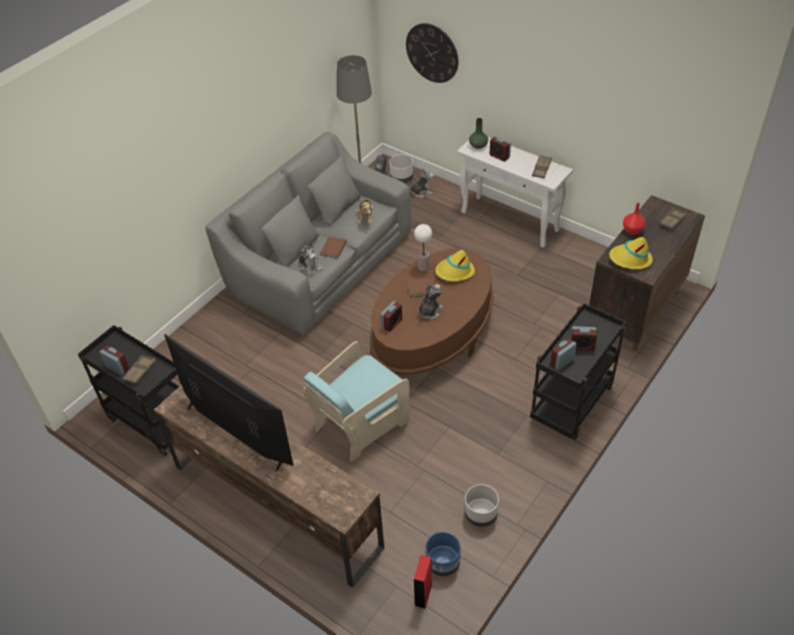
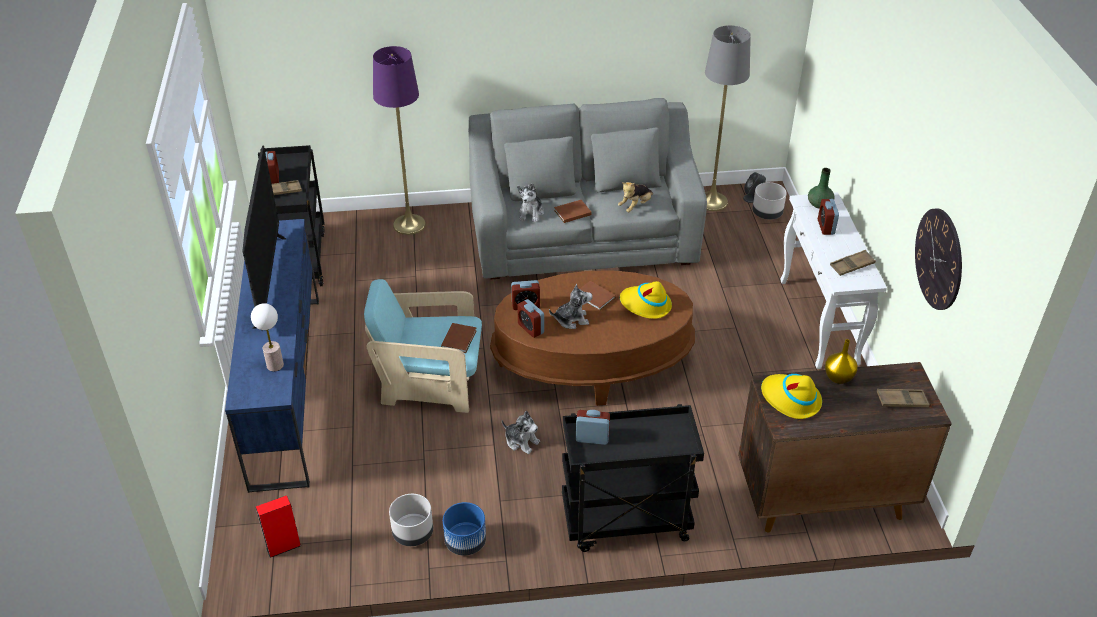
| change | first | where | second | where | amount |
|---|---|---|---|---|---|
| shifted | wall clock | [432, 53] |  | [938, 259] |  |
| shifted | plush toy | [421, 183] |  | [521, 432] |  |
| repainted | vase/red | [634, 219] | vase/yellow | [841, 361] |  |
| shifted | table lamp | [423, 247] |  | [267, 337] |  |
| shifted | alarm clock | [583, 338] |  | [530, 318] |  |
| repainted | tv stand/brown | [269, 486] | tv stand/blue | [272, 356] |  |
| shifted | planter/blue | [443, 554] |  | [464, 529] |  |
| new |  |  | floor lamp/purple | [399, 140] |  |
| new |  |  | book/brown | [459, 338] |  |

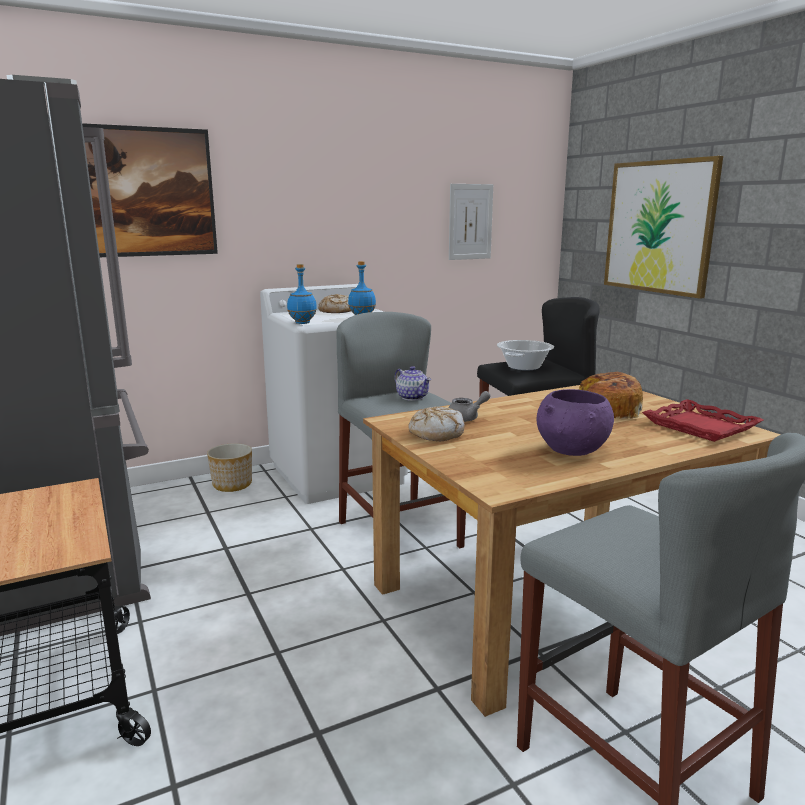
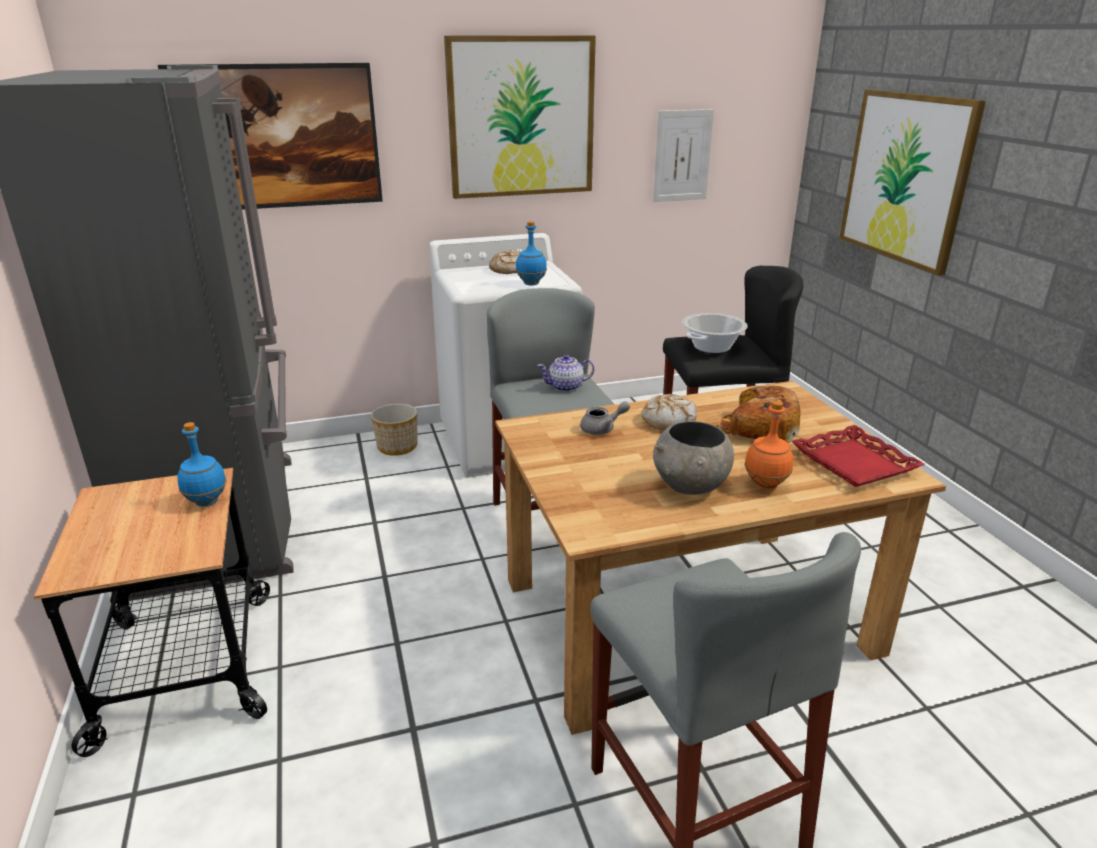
| change | first | where | second | where | amount |
|---|---|---|---|---|---|
| shifted | bottle/blue | [302, 294] |  | [202, 464] |  |
| rotated | teapot | [413, 383] |  | [565, 373] | 105 degrees clockwise |
| repainted | bowl/purple | [575, 422] | bowl/grey | [693, 458] |  |
| shifted | bread | [436, 423] |  | [669, 412] |  |
| new |  |  | picture | [520, 117] |  |
| new |  |  | bottle/orange | [768, 445] |  |

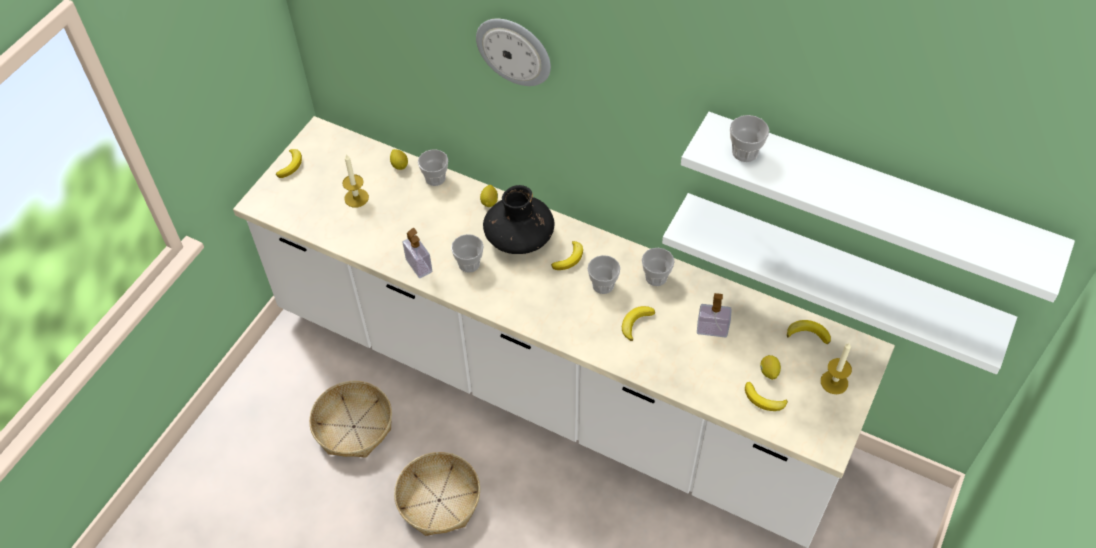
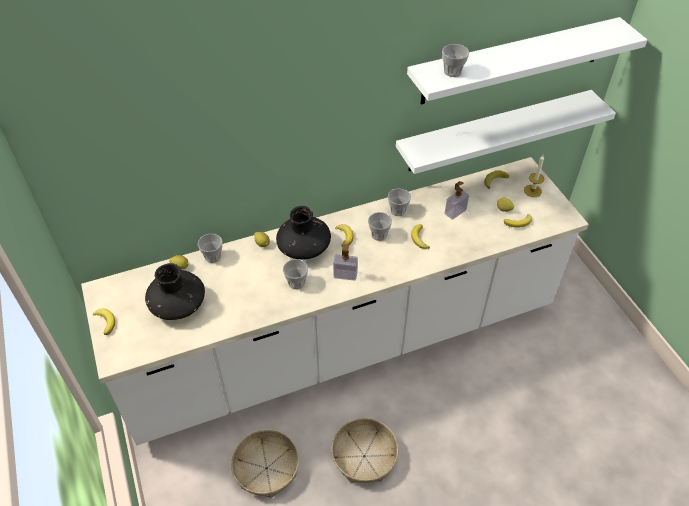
| change | first | where | second | where | amount |
|---|---|---|---|---|---|
| gone | wall clock | [513, 52] |  |  |  |
| swapped | candle | [355, 180] | vase/black | [175, 291] |  |
| shifted | soap dispenser | [417, 253] |  | [345, 262] |  |

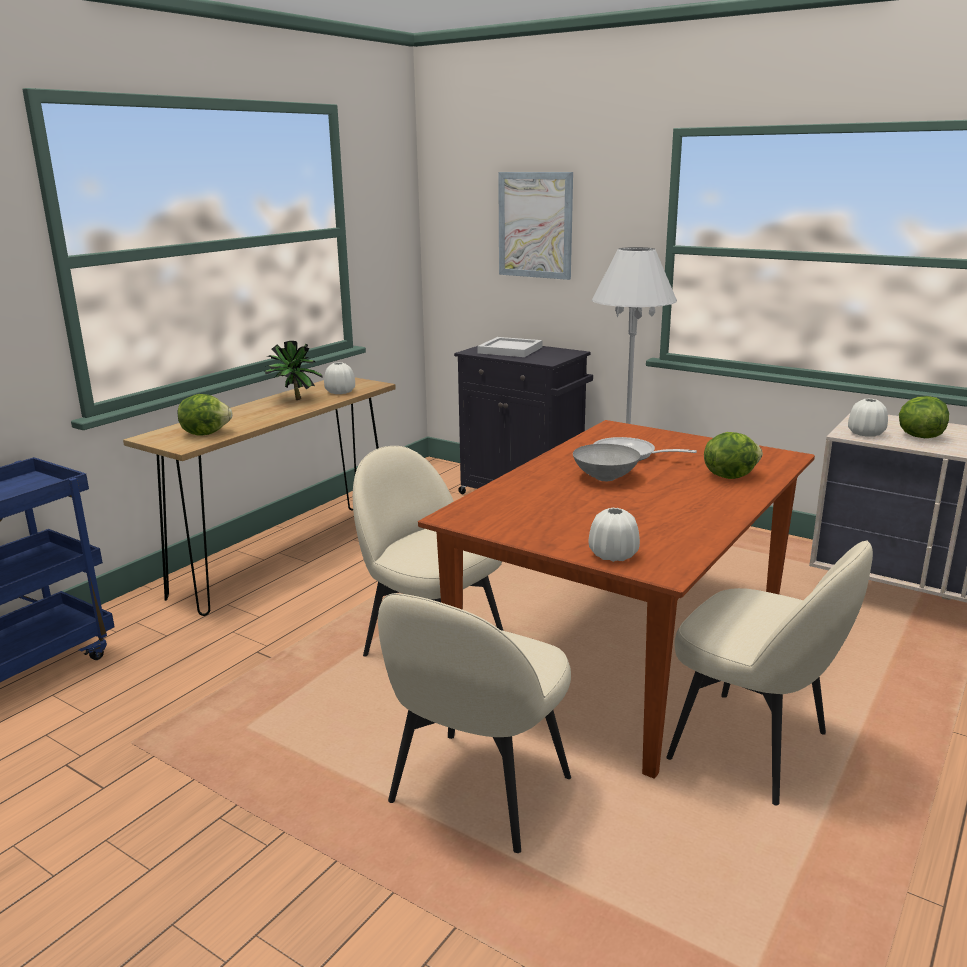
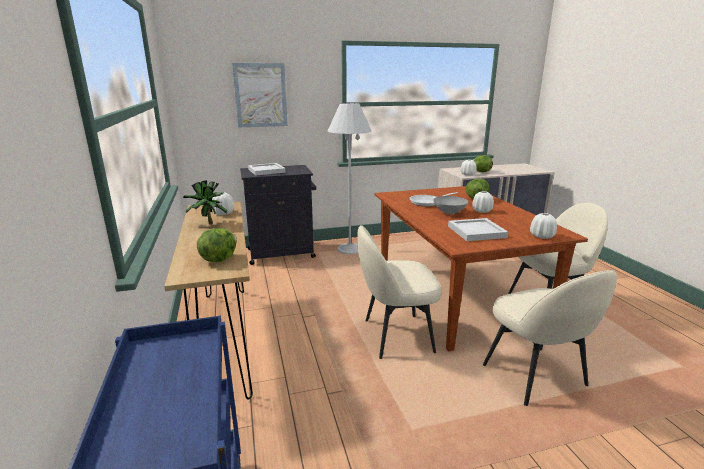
| change | first | where | second | where | amount |
|---|---|---|---|---|---|
| new |  |  | vase/white | [483, 202] |  |
| new |  |  | tray/white | [478, 229] |  |

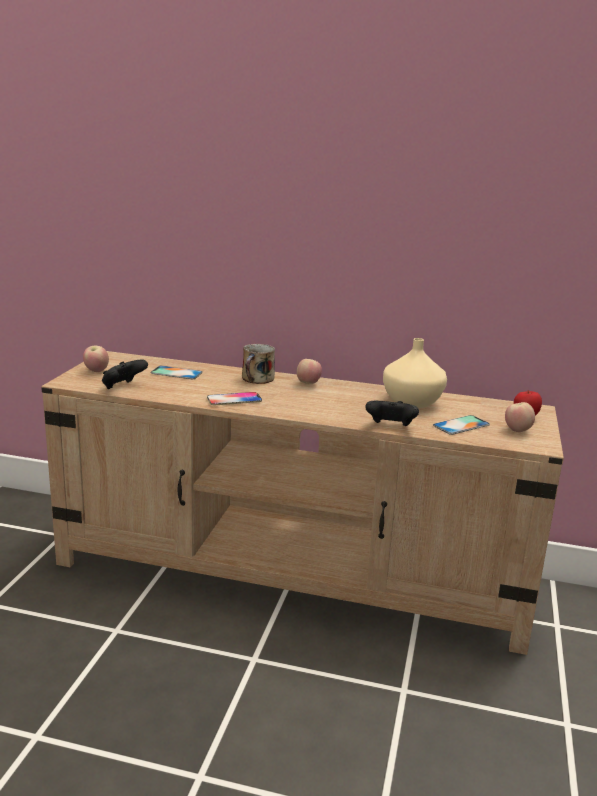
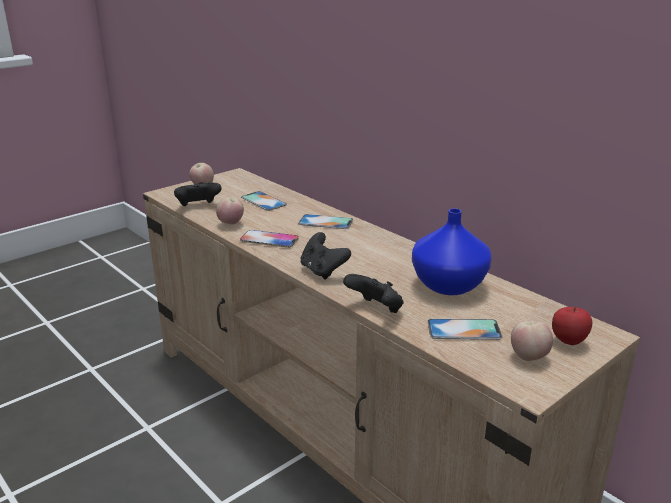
| change | first | where | second | where | amount |
|---|---|---|---|---|---|
| repainted | vase/beige | [415, 373] | vase/blue | [452, 251] |  |
| swapped | mug | [258, 364] | phone | [325, 221] |  |
| shifted | apple | [309, 371] |  | [230, 211] |  |
| new |  |  | game controller/black | [325, 256] |  |

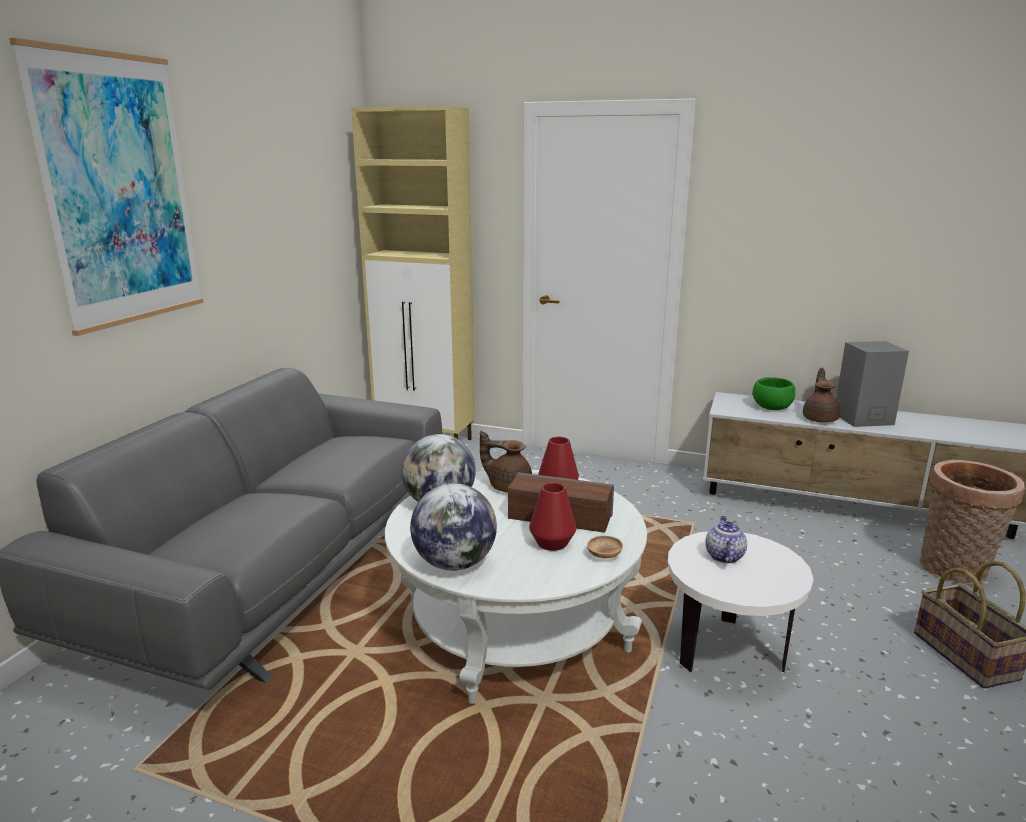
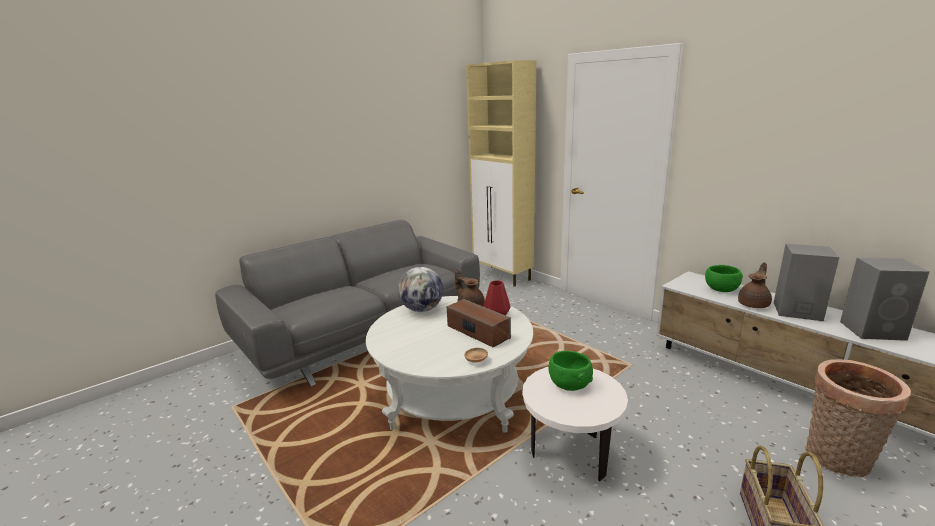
| change | first | where | second | where | amount |
|---|---|---|---|---|---|
| gone | picture | [106, 187] |  |  |  |
| gone | globe | [453, 527] |  |  |  |
| gone | vase/red | [552, 517] |  |  |  |
| swapped | teapot | [726, 539] | bowl/green | [570, 371] |  |
| new |  |  | speaker/grey | [885, 299] |  |

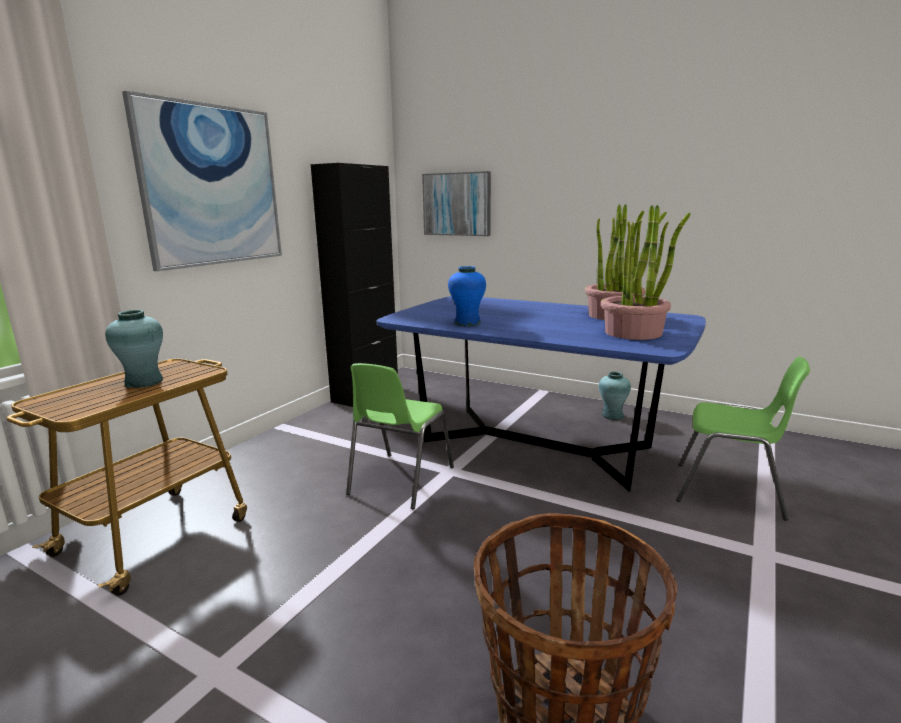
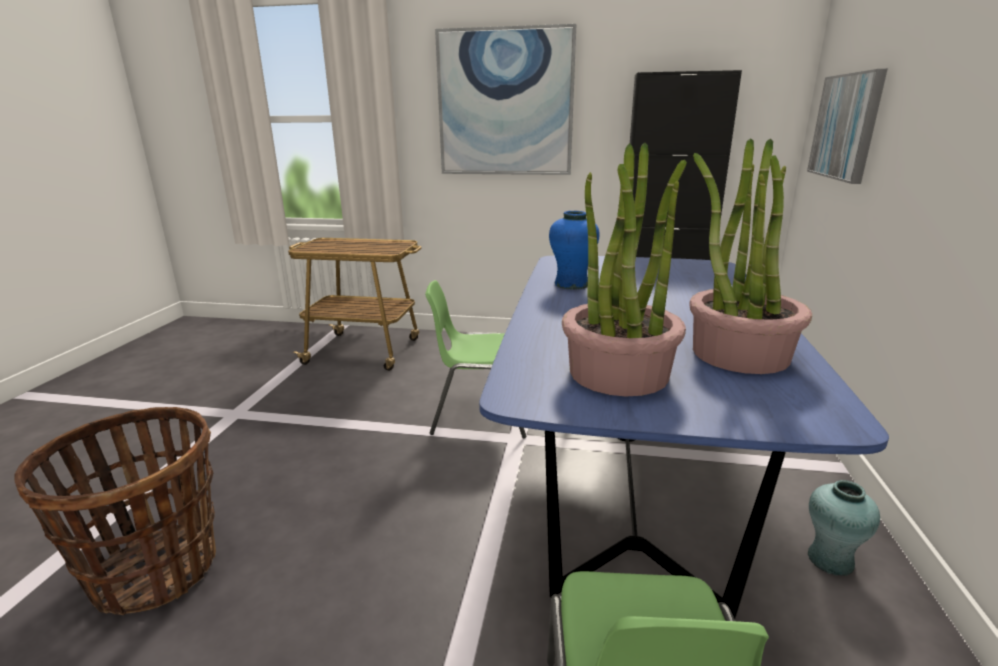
| change | first | where | second | where | amount |
|---|---|---|---|---|---|
| gone | vase/turquoise | [134, 349] |  |  |  |

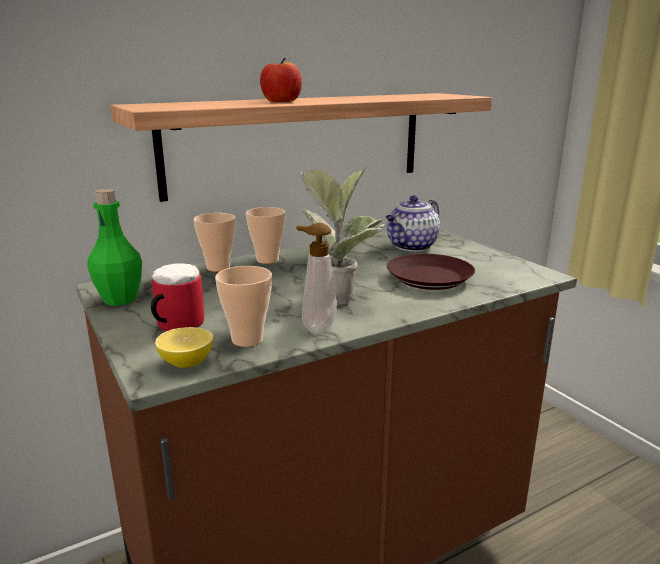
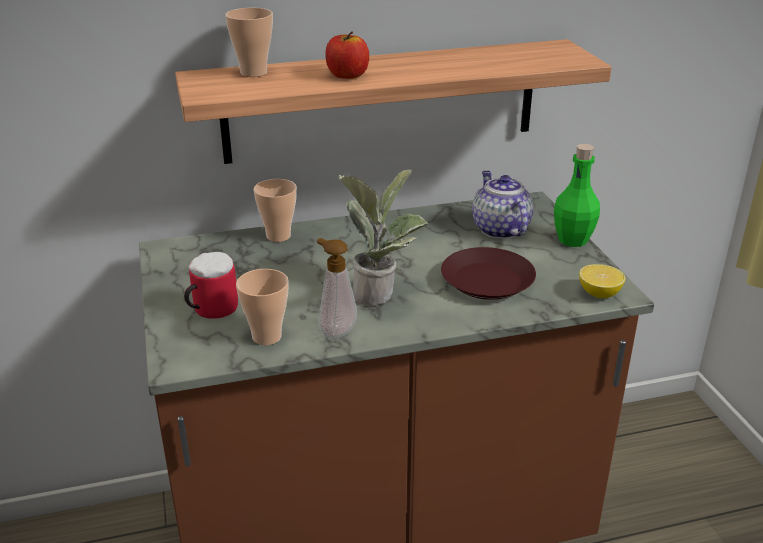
| change | first | where | second | where | amount |
|---|---|---|---|---|---|
| shifted | bottle/green | [114, 247] |  | [577, 195] |  |
| rotated | teapot | [413, 223] |  | [503, 205] | 105 degrees clockwise |
| shifted | cup | [266, 235] |  | [249, 42] |  |
| shifted | lemon | [184, 347] |  | [602, 281] |  |

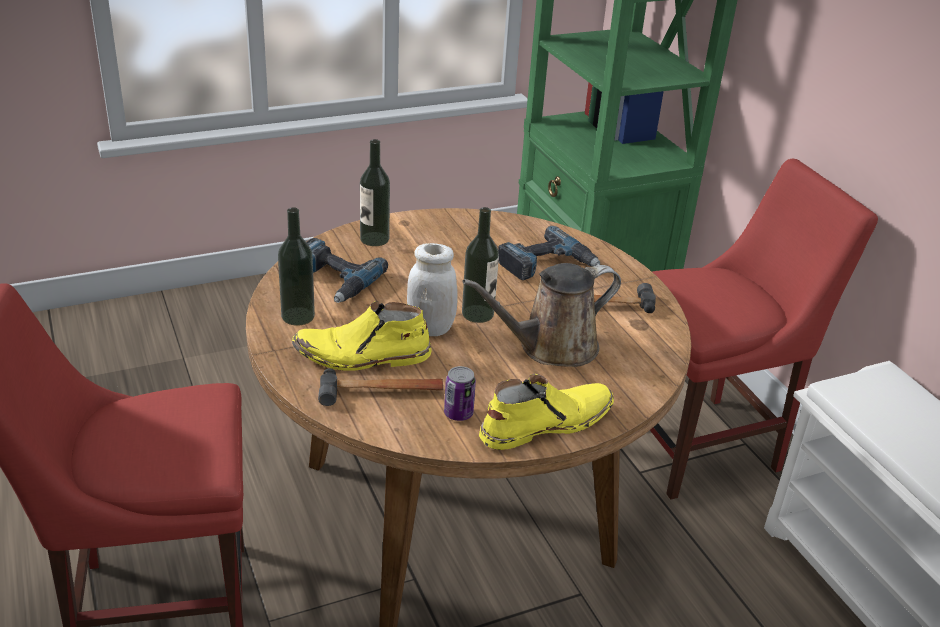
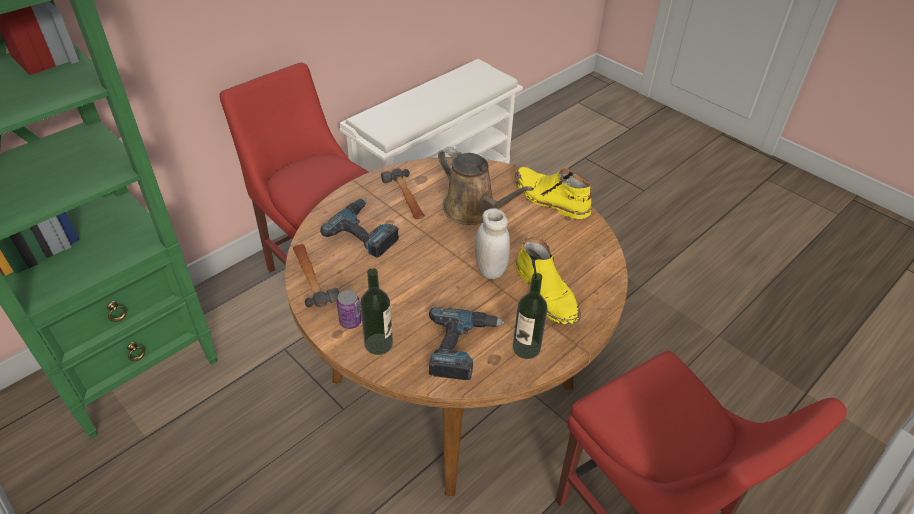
| change | first | where | second | where | amount |
|---|---|---|---|---|---|
| gone | bottle | [480, 265] |  |  |  |
| shifted | can | [460, 393] |  | [349, 309] |  |
| shifted | hammer | [380, 387] |  | [316, 275] |  |

